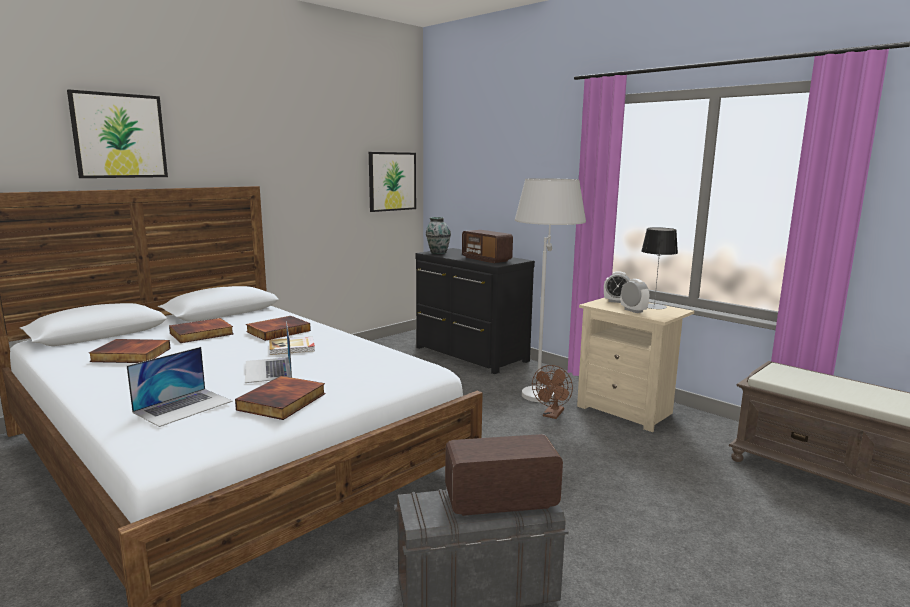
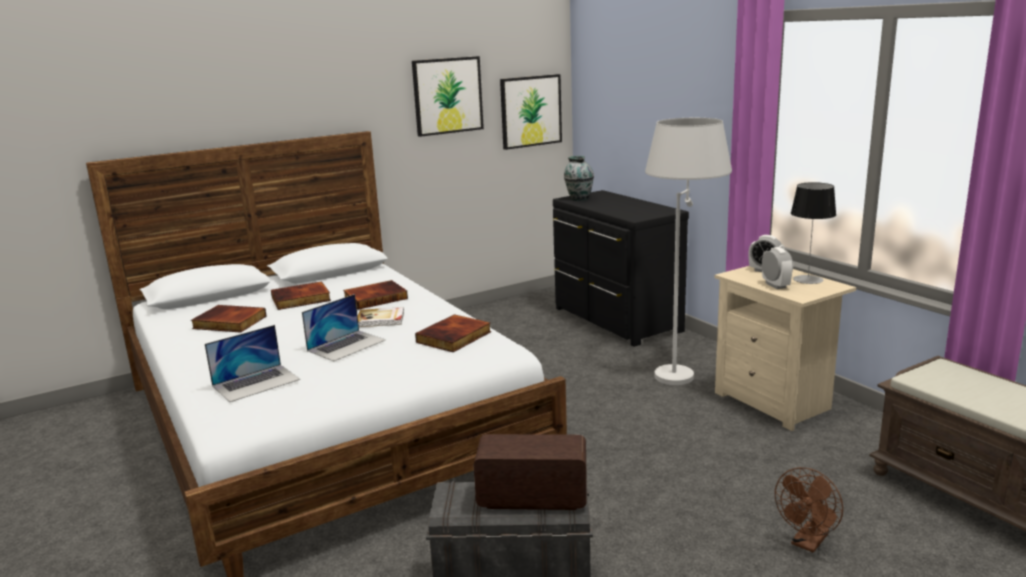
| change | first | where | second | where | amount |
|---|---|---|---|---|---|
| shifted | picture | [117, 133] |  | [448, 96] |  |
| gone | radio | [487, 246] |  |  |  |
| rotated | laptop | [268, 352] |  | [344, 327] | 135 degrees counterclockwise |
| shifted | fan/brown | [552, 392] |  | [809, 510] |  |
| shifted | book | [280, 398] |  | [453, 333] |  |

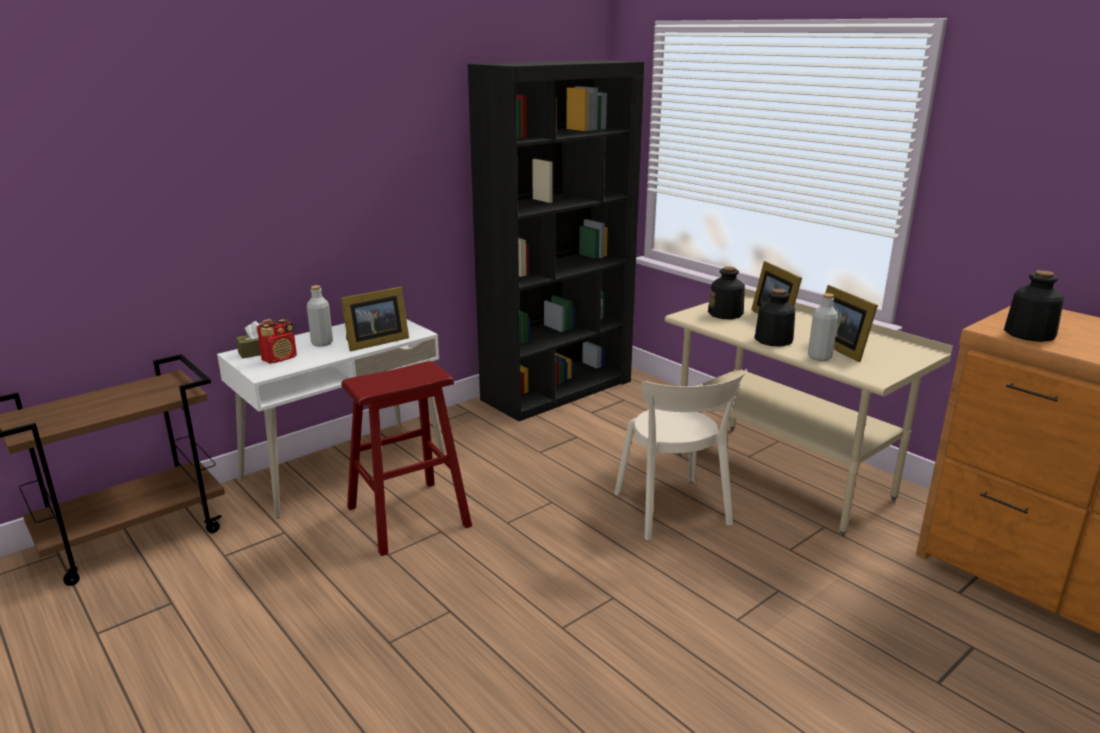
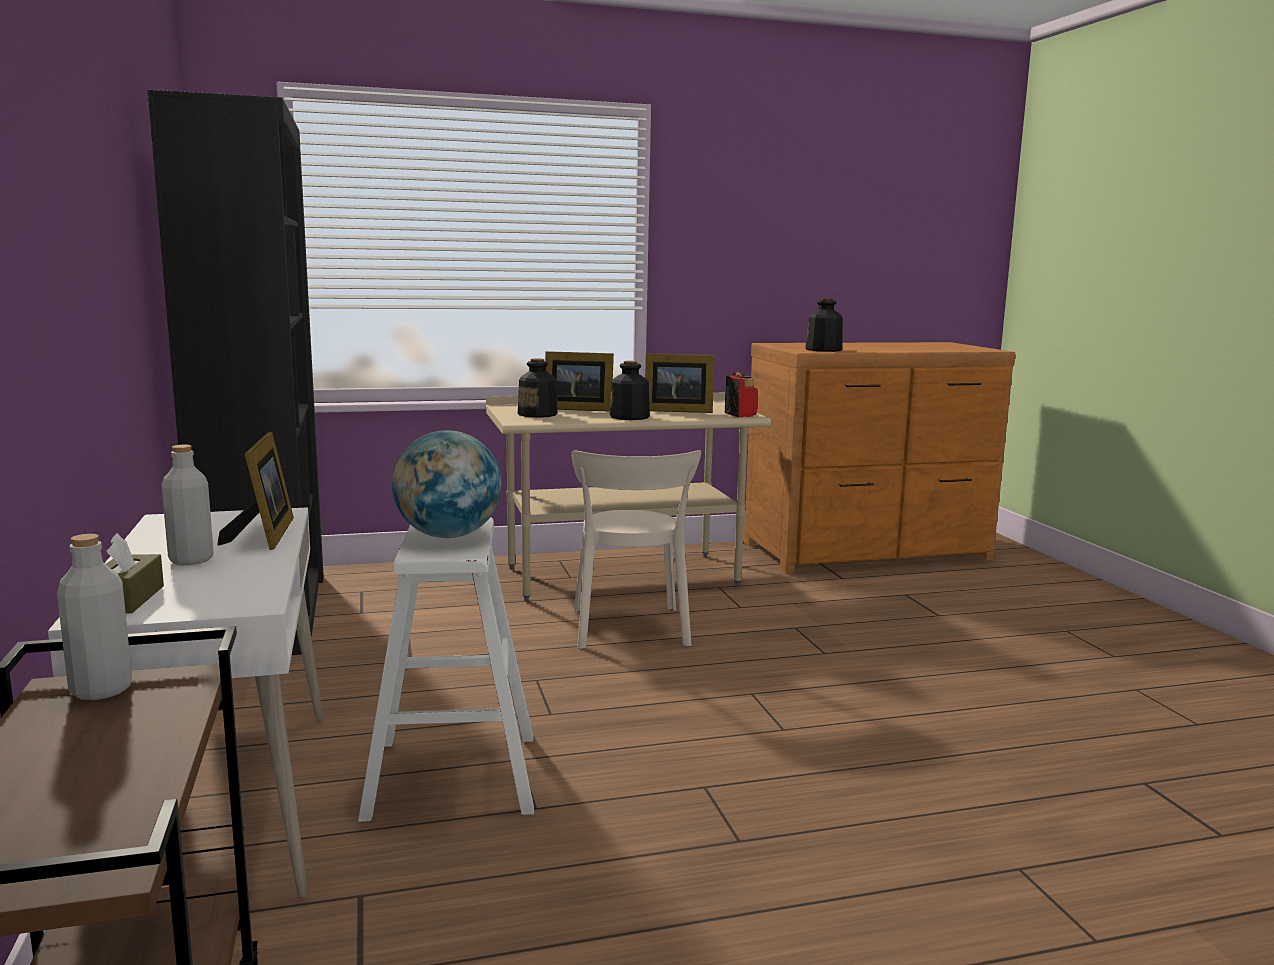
| change | first | where | second | where | amount |
|---|---|---|---|---|---|
| shifted | bottle/grey | [823, 327] |  | [94, 617] |  |
| shifted | radio | [277, 341] |  | [741, 395] |  |
| repainted | stool/red | [406, 458] | stool/white | [446, 669] |  |
| rotated | chair/beige | [680, 454] |  | [636, 549] | 75 degrees clockwise |
| new |  |  | globe | [447, 484] |  |

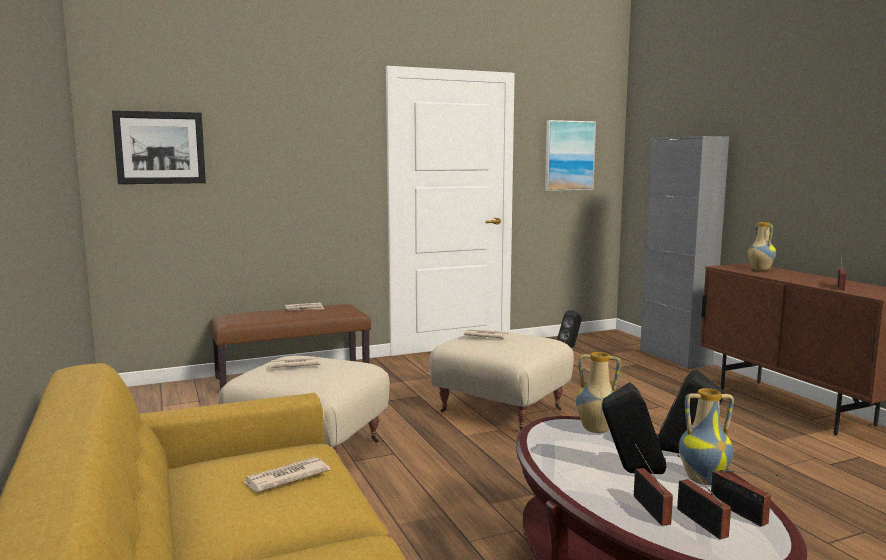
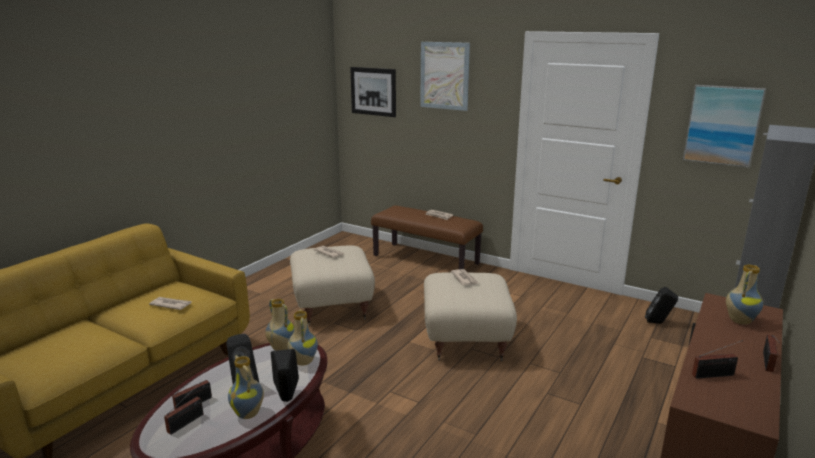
| change | first | where | second | where | amount |
|---|---|---|---|---|---|
| shifted | radio | [744, 498] |  | [771, 353] |  |
| new |  |  | picture | [445, 76] |  |
| new |  |  | vase | [279, 325] |  |

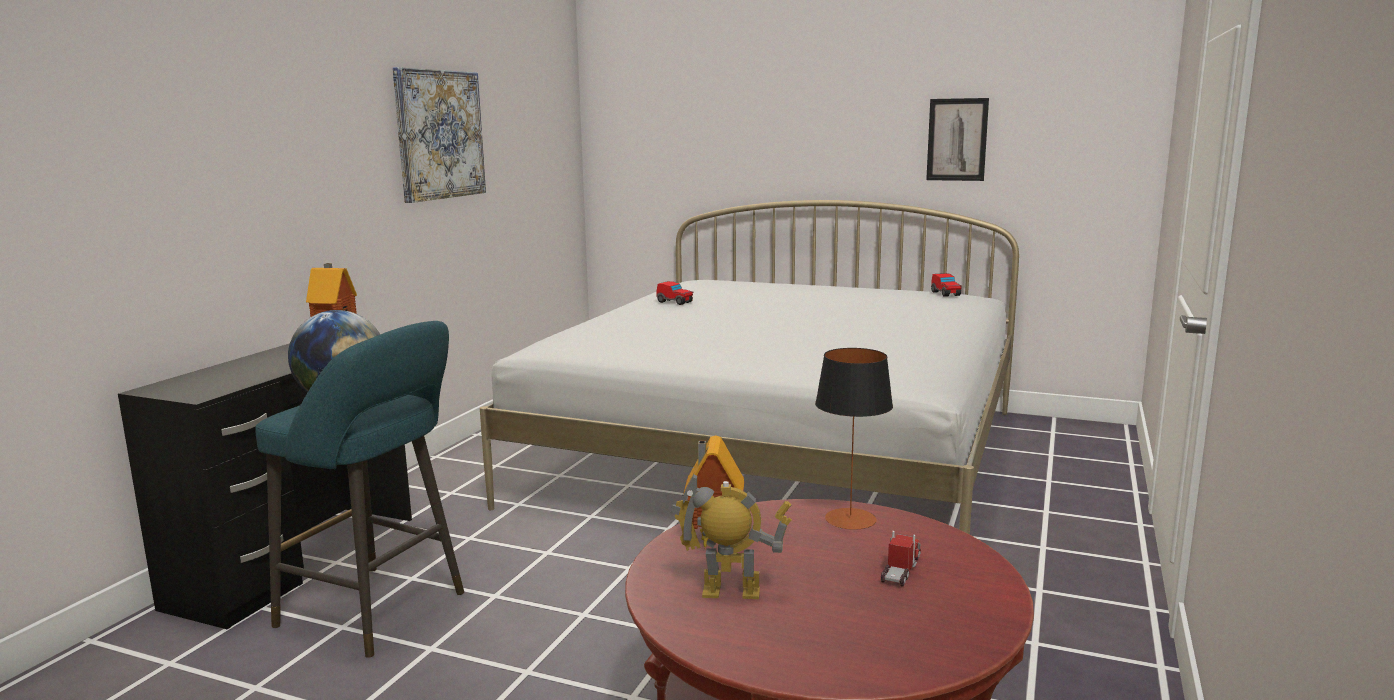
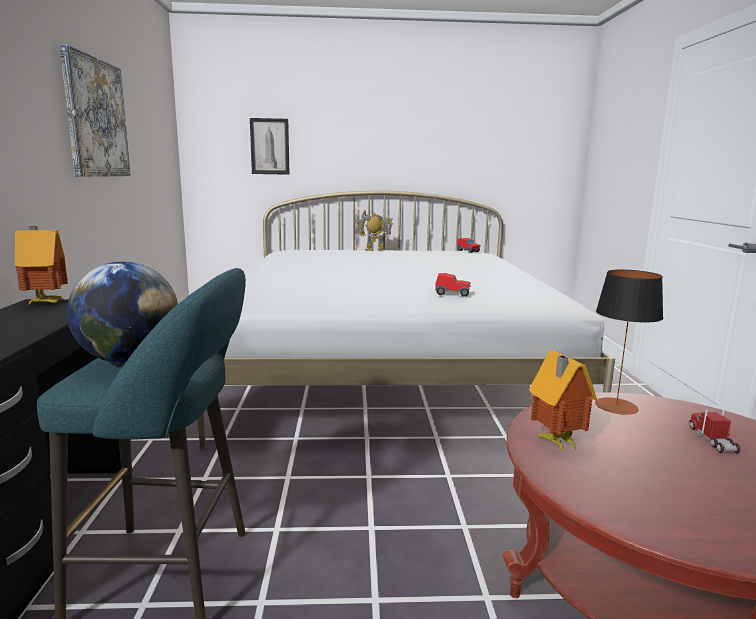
| change | first | where | second | where | amount |
|---|---|---|---|---|---|
| shifted | picture | [957, 139] |  | [270, 146] |  |
| shifted | toy car | [675, 293] |  | [453, 285] |  |
| shifted | toy robot | [731, 536] |  | [375, 230] |  |

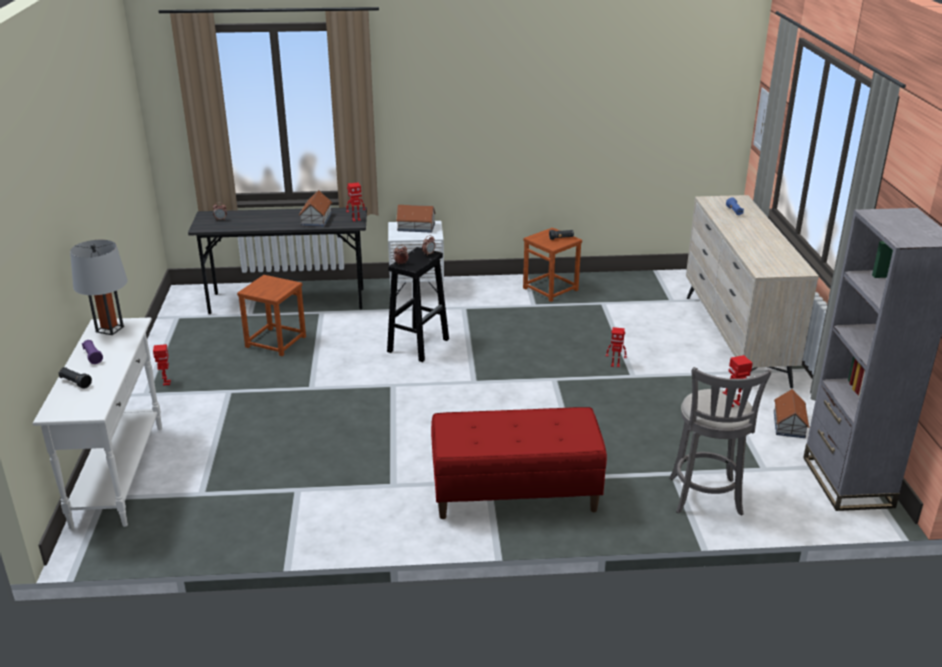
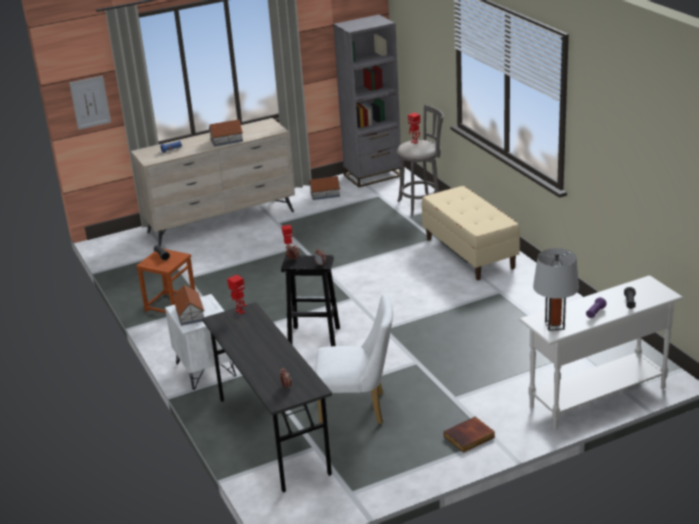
| change | first | where | second | where | amount |
|---|---|---|---|---|---|
| shifted | toy house | [315, 208] |  | [225, 133] |  |
| swapped | stool/brown | [271, 315] | chair/white | [354, 359] |  |
| swapped | toy robot | [162, 364] | book | [469, 435] |  |
| repainted | bench/red | [519, 463] | bench/beige | [470, 233] |  |

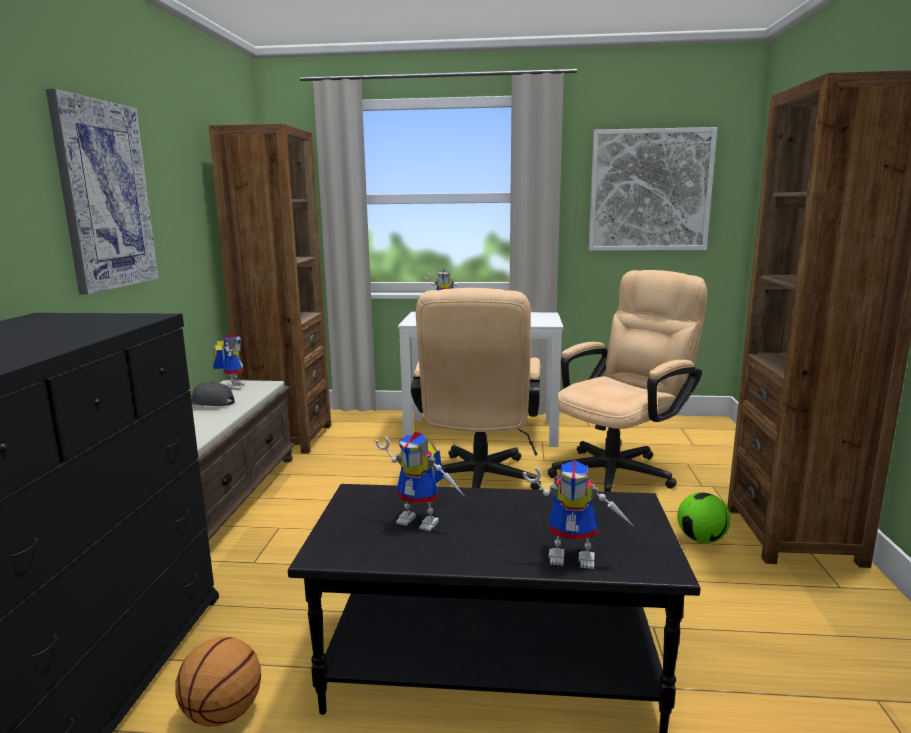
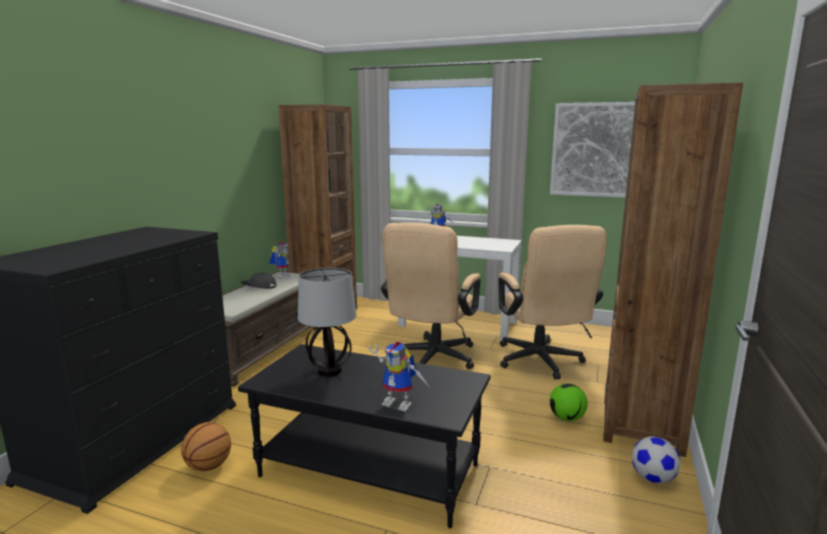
| change | first | where | second | where | amount |
|---|---|---|---|---|---|
| gone | picture | [102, 191] |  |  |  |
| rotated | office chair/beige | [627, 381] |  | [552, 302] | 105 degrees clockwise |
| swapped | toy robot | [420, 481] | table lamp | [327, 322] |  |
| new |  |  | football | [656, 460] |  |

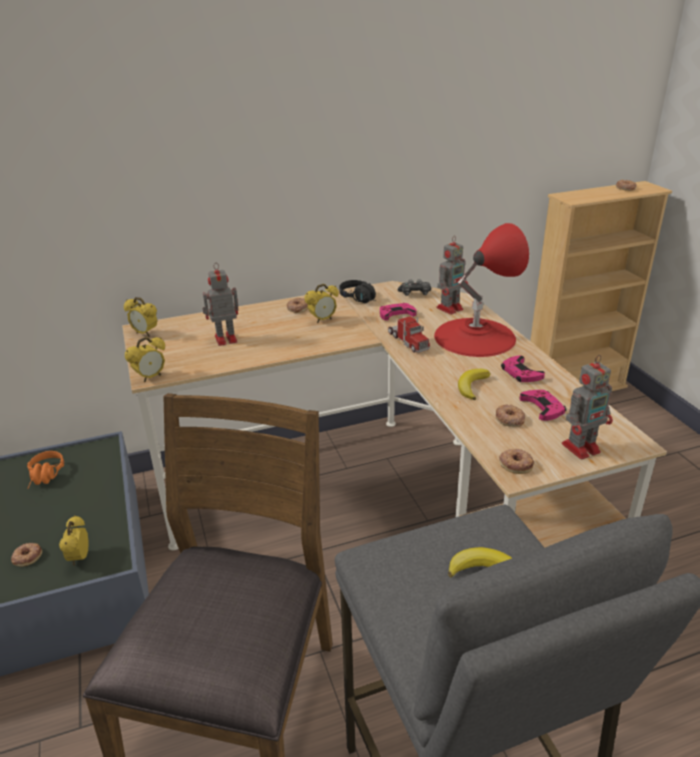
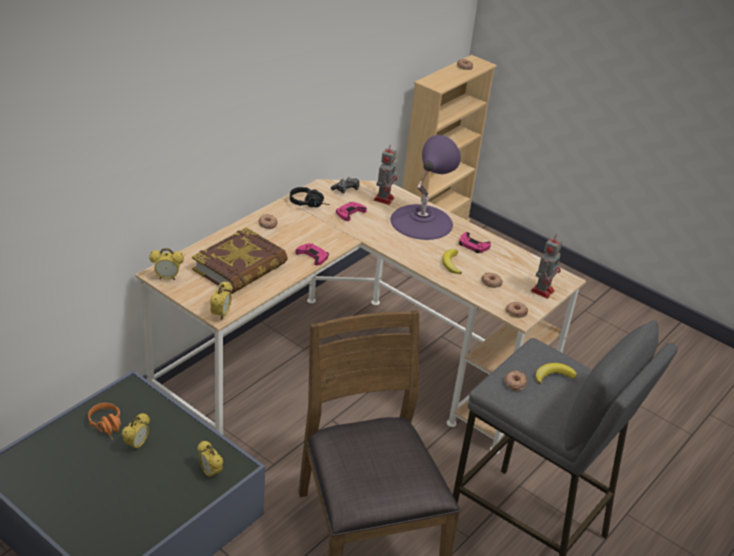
| change | first | where | second | where | amount |
|---|---|---|---|---|---|
| repainted | table lamp/red | [481, 290] | table lamp/purple | [425, 187] |  |
| swapped | toy robot | [220, 304] | book | [240, 260] |  |
| shifted | alarm clock | [322, 303] |  | [136, 432] |  |
| gone | toy truck | [409, 334] |  |  |  |
| shifted | game controller/pink | [542, 405] |  | [312, 254] |  |
| shifted | donut | [26, 555] |  | [515, 381] |  |

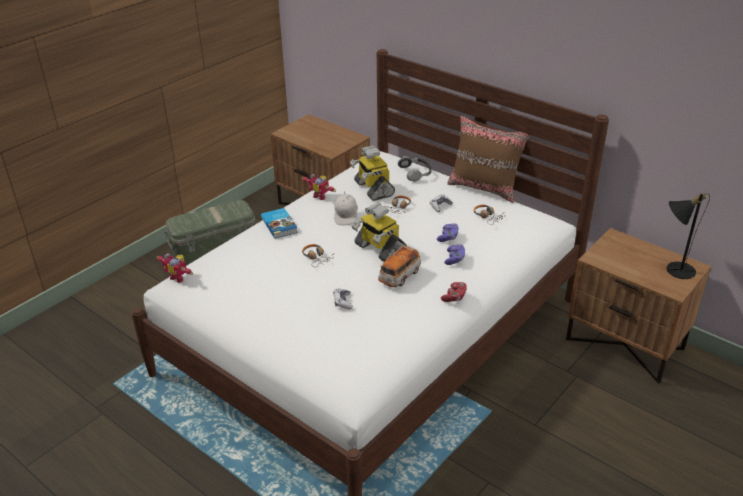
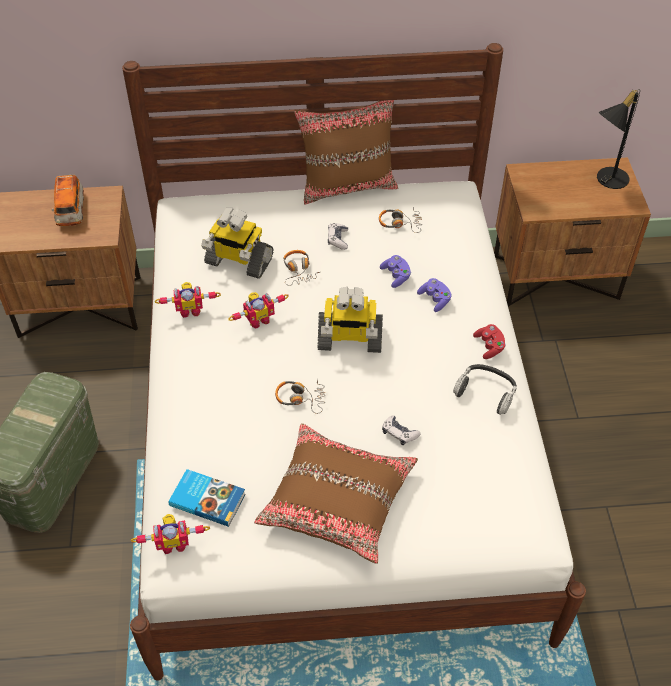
| change | first | where | second | where | amount |
|---|---|---|---|---|---|
| shifted | headphones | [414, 169] |  | [485, 389] |  |
| swapped | cap/white | [346, 208] | toy robot | [258, 310] |  |
| shifted | book | [279, 223] |  | [207, 498] |  |
| shifted | toy car | [399, 266] |  | [68, 200] |  |
| new |  |  | pillow/brown | [336, 493] |  |

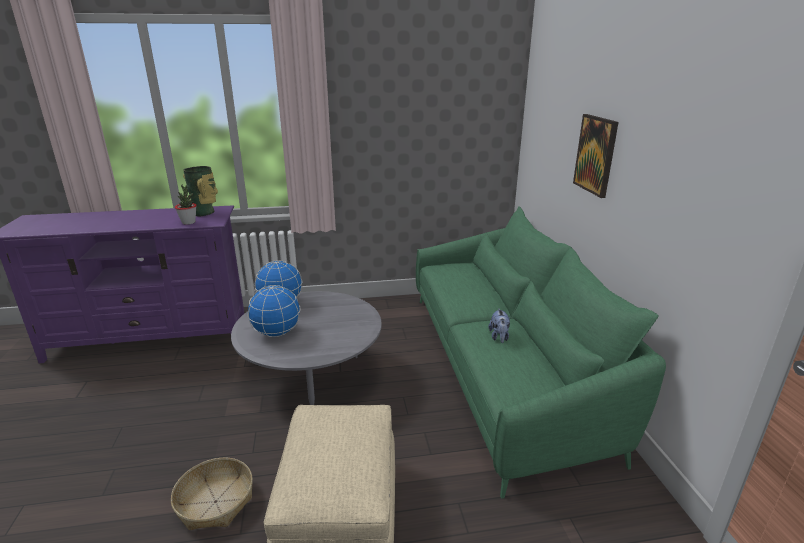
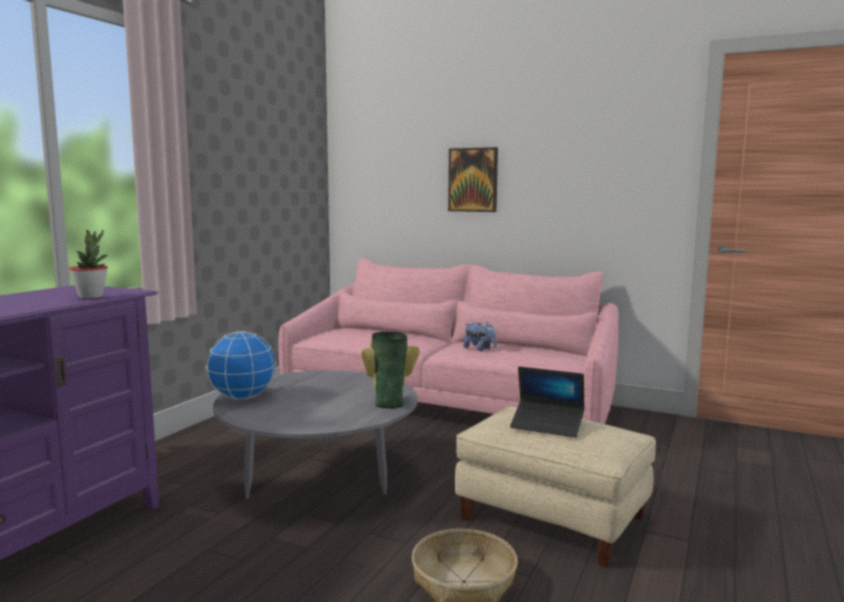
| change | first | where | second | where | amount |
|---|---|---|---|---|---|
| shifted | vase | [200, 191] |  | [390, 370] |  |
| repainted | sofa/green | [541, 353] | sofa/pink | [448, 341] |  |
| gone | globe | [274, 311] |  |  |  |
| new |  |  | laptop | [547, 402] |  |

